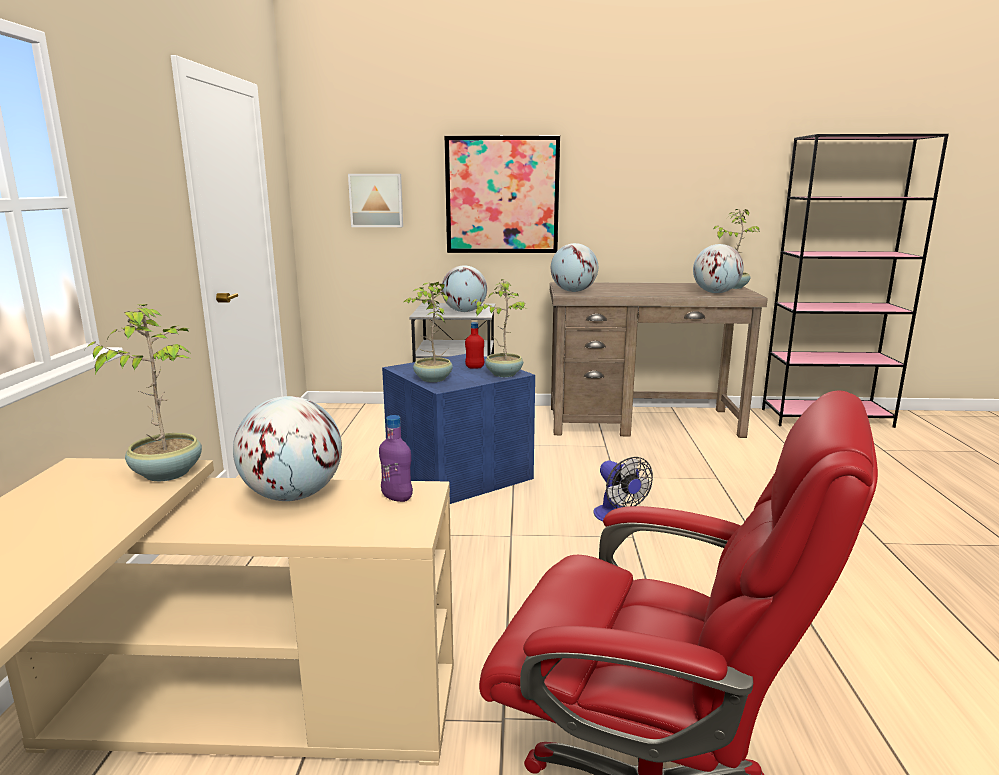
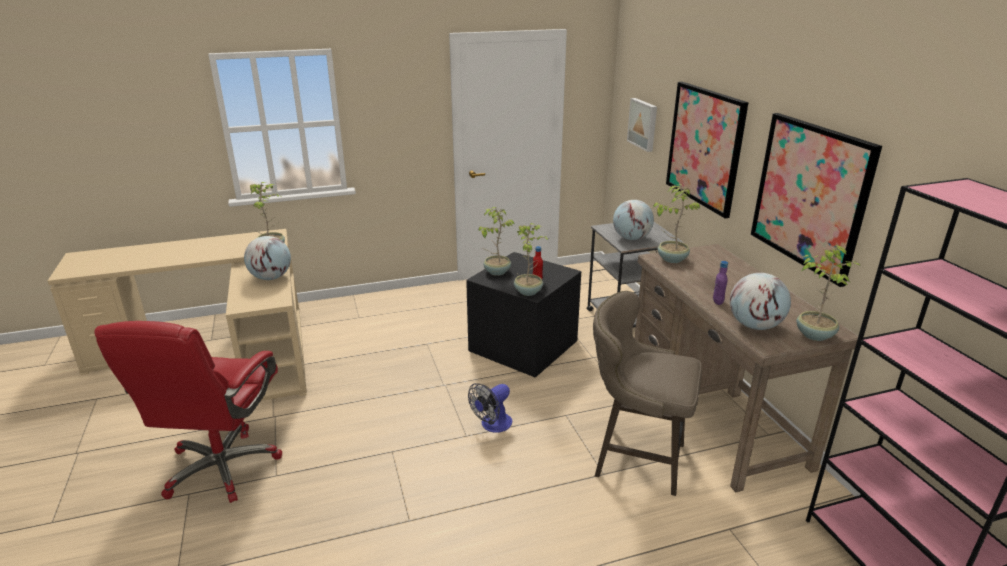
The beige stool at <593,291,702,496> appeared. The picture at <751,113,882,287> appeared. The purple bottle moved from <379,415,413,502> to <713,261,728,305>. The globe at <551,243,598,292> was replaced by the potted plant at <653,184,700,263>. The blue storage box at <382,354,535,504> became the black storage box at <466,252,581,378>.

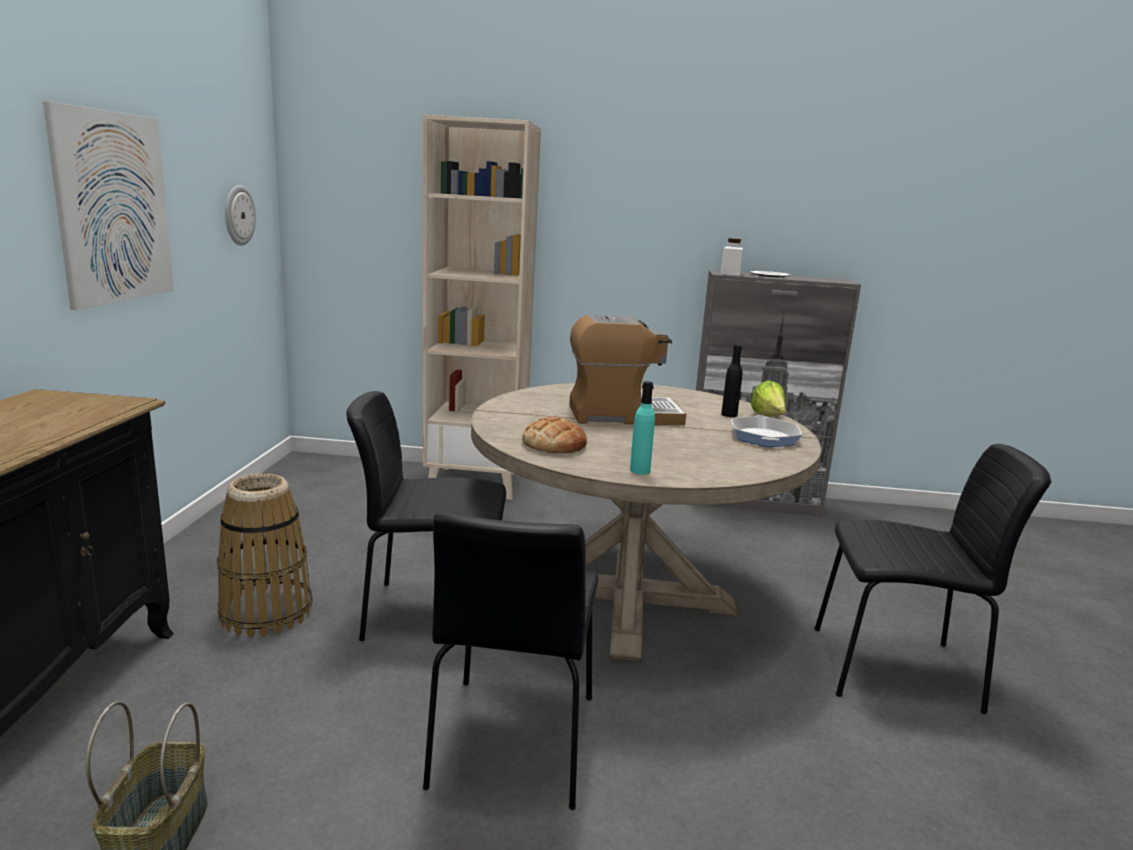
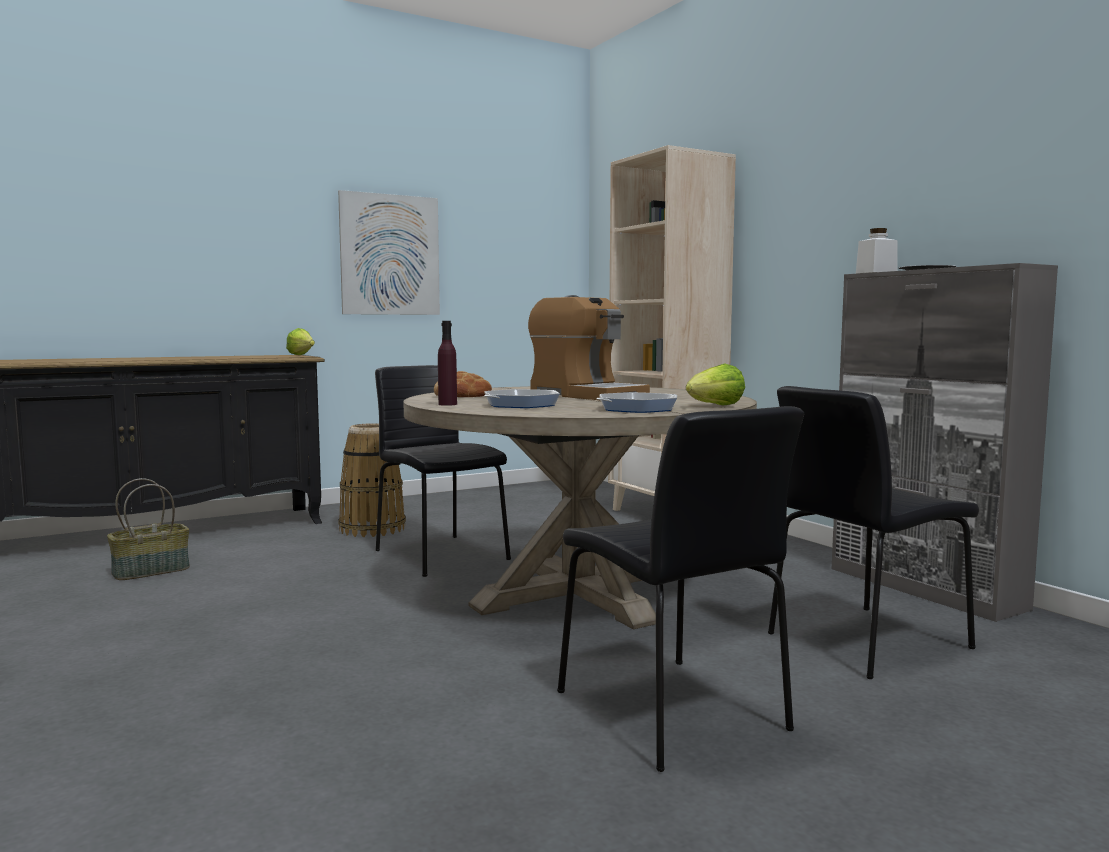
The wall clock at <225,185,256,246> disappeared. The black bottle at <721,344,742,417> disappeared. The lettuce at <286,328,315,355> appeared. The frying pan at <484,389,560,408> appeared. The black chair moved from <423,511,598,810> to <768,386,979,679>. The turquoise bottle at <630,381,655,475> became the purple bottle at <438,321,457,406>.

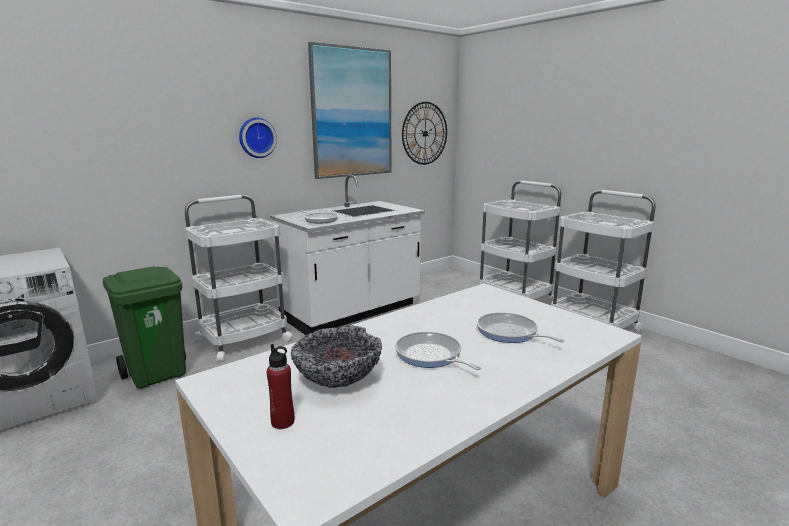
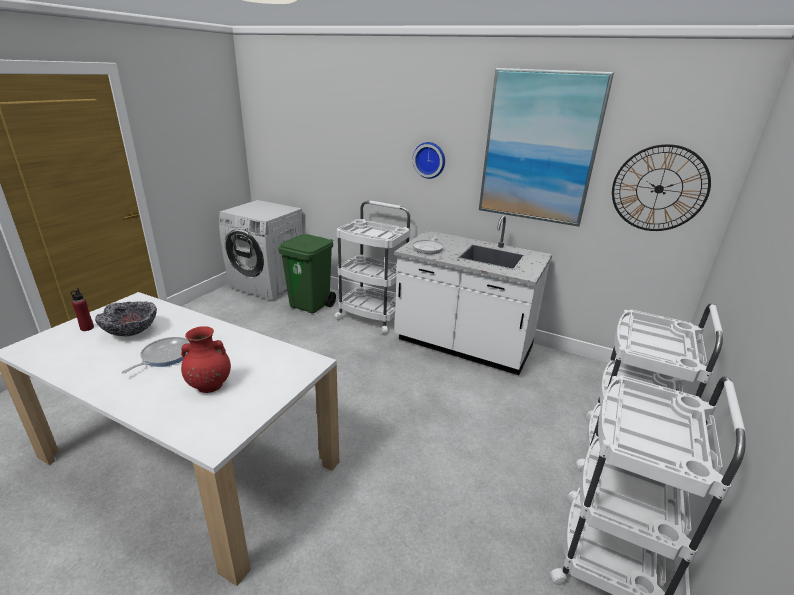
The frying pan at <477,312,565,343> was replaced by the red vase at <181,326,231,393>.

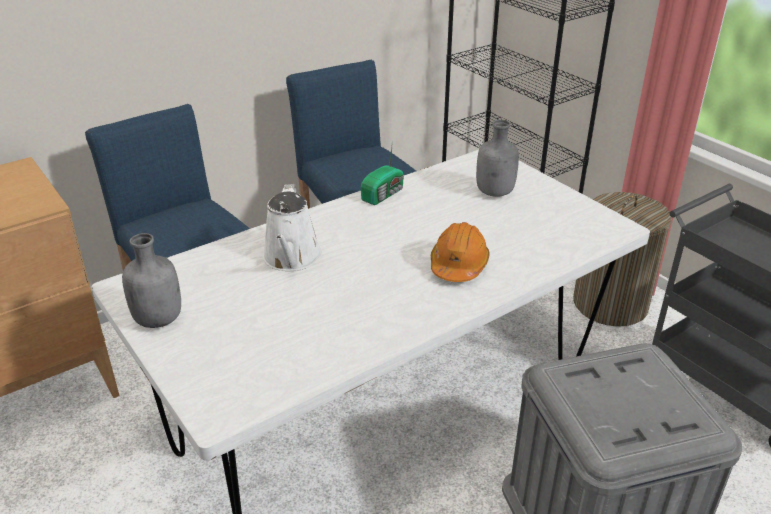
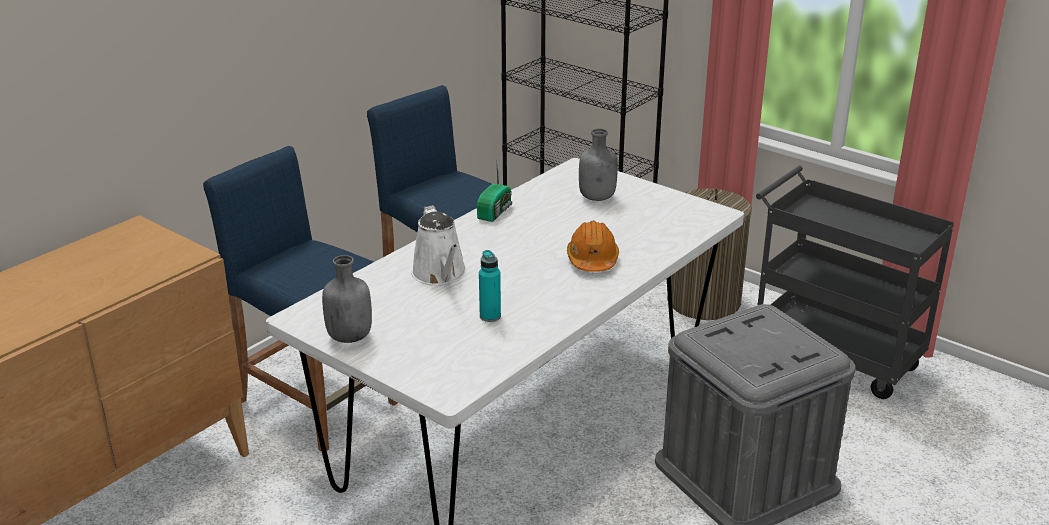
The turquoise bottle at <479,250,501,322> appeared.

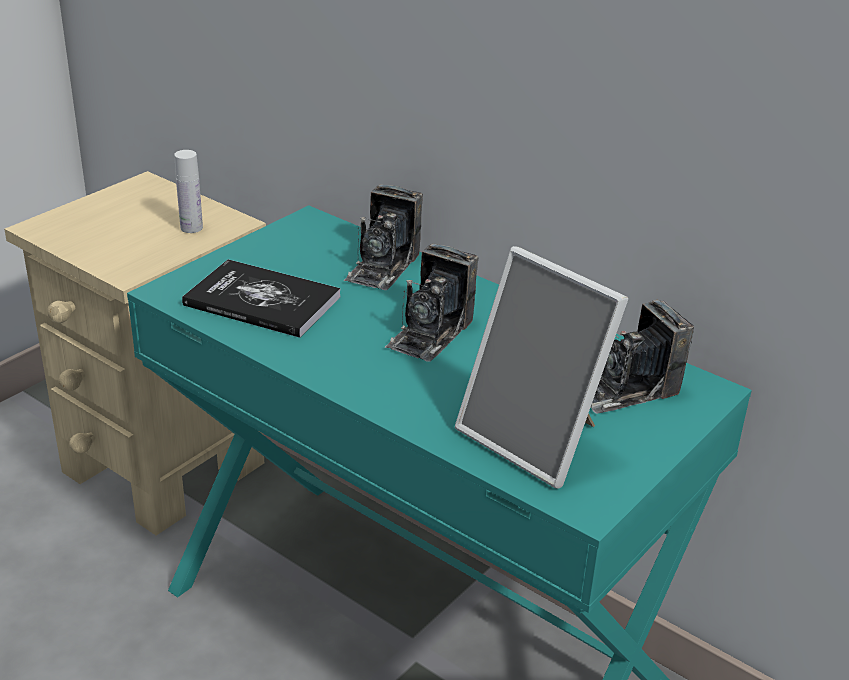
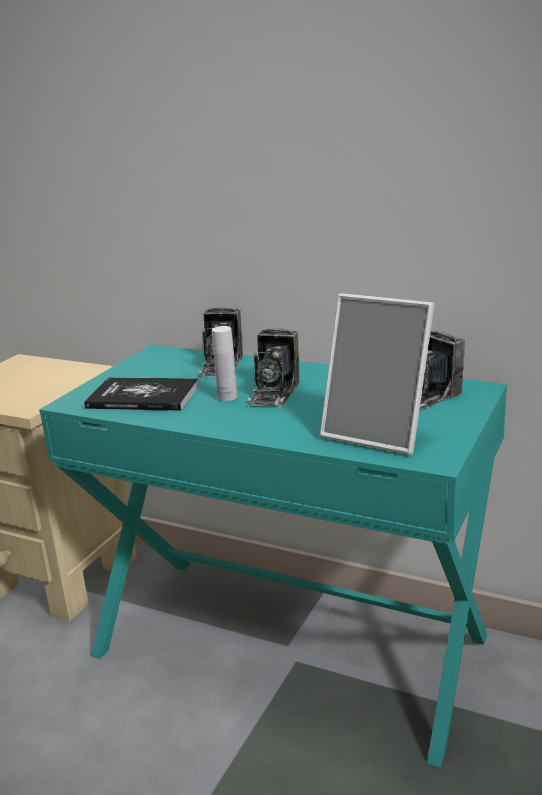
The white bottle moved from <174,150,203,233> to <212,326,238,401>.

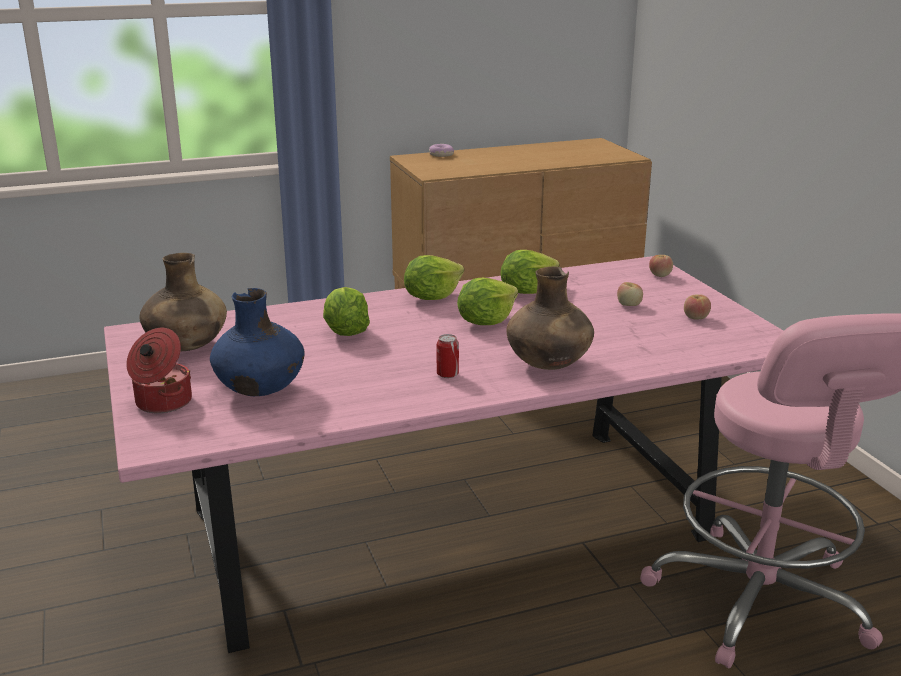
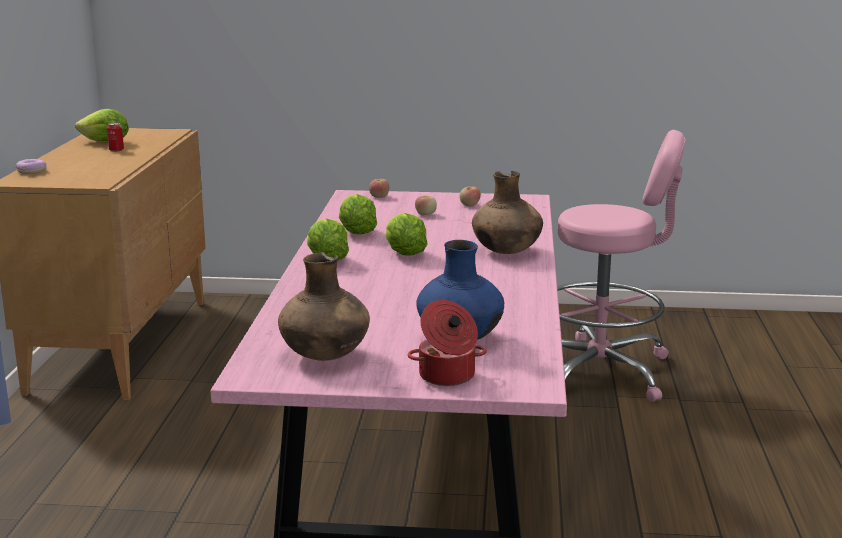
The lettuce moved from <323,287,370,336> to <75,109,129,143>. The can moved from <437,334,459,378> to <107,123,124,152>.

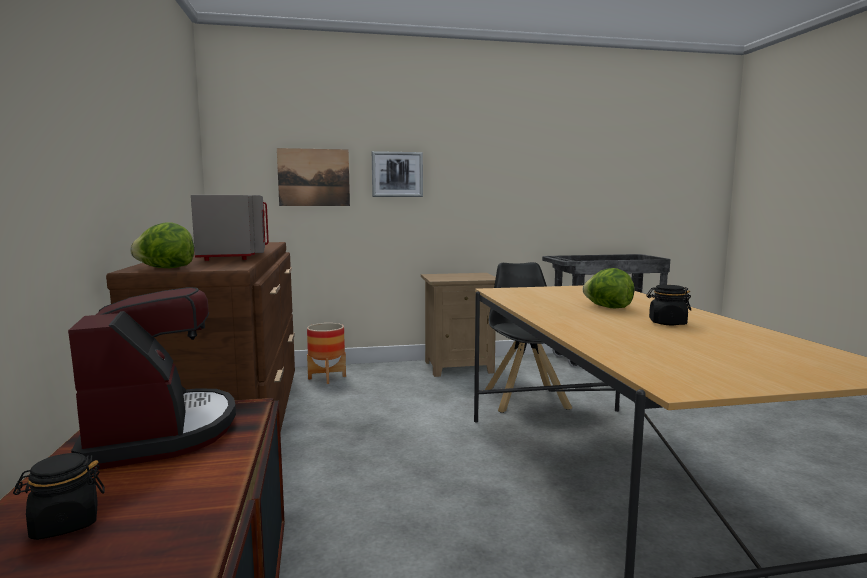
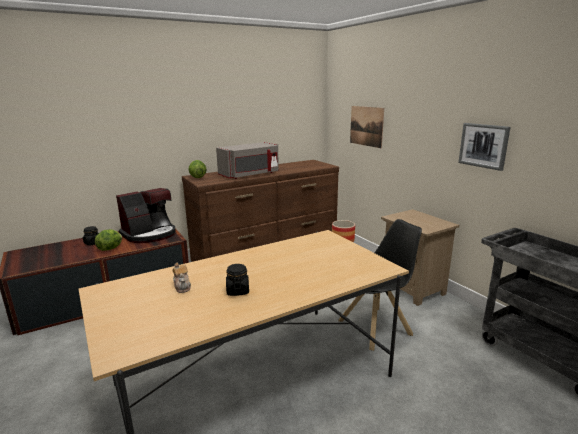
The teapot at <172,263,191,293> appeared. The picture moved from <372,151,423,197> to <458,123,511,171>. The lettuce moved from <583,268,634,308> to <95,229,122,251>.

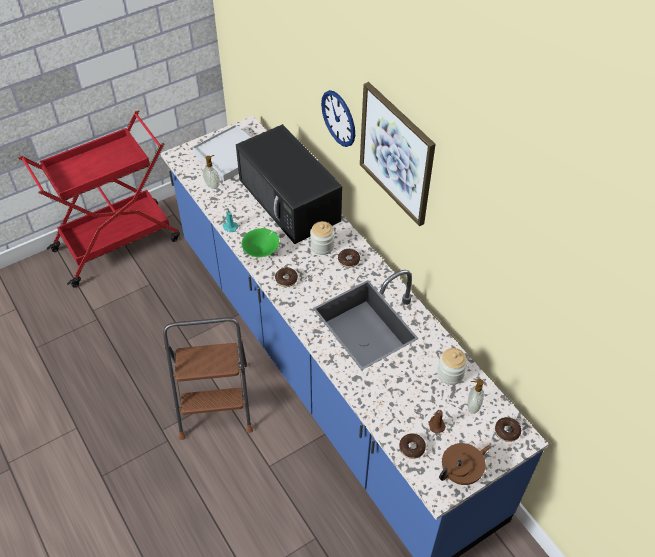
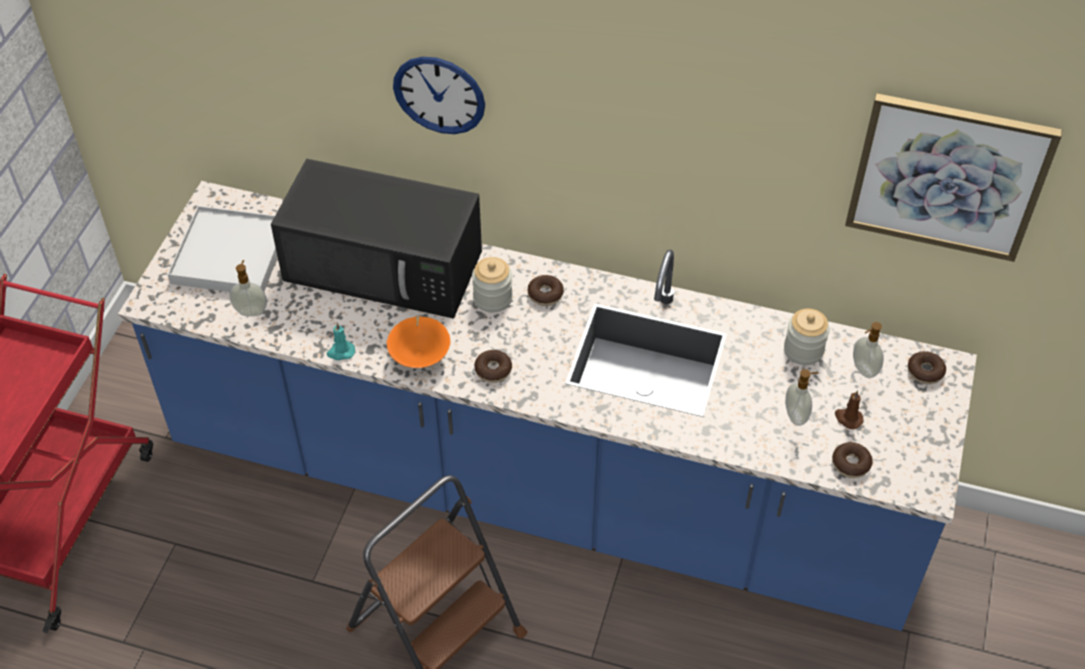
The brown teapot at <439,443,490,485> disappeared. The soap dispenser at <785,369,818,426> appeared. The picture moved from <360,82,436,226> to <845,93,1062,262>. The green bowl at <242,228,279,257> became the orange bowl at <387,316,450,368>.

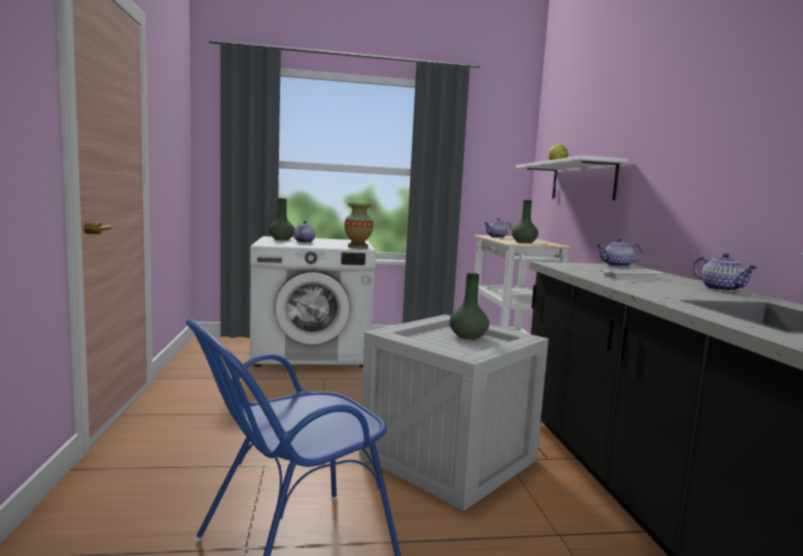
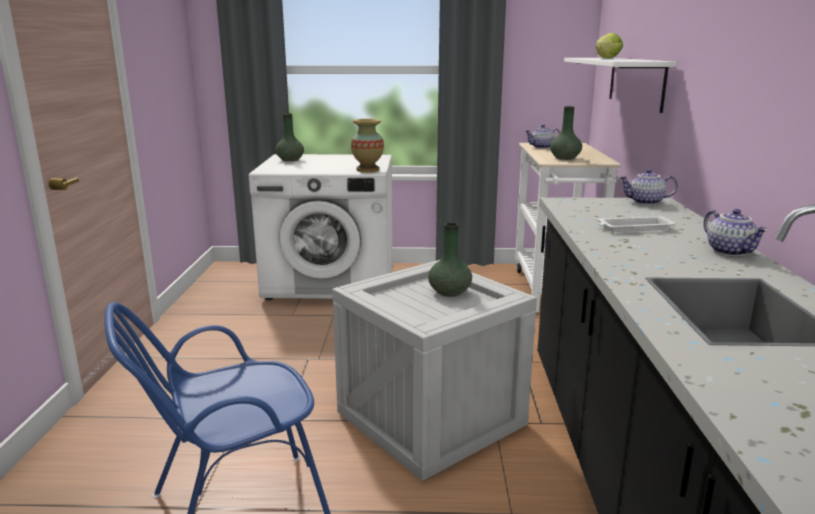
The teapot at <294,221,315,243> disappeared.

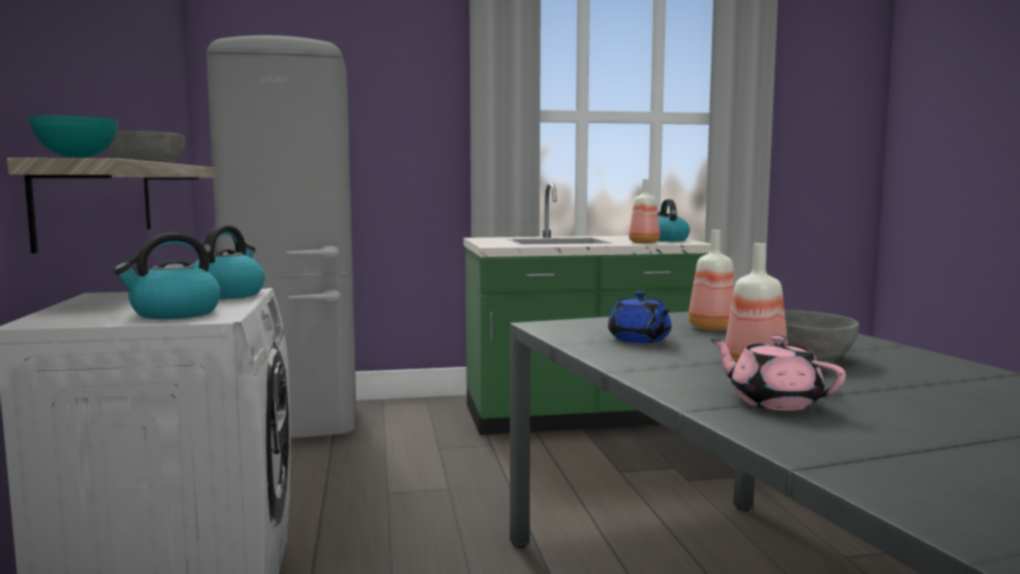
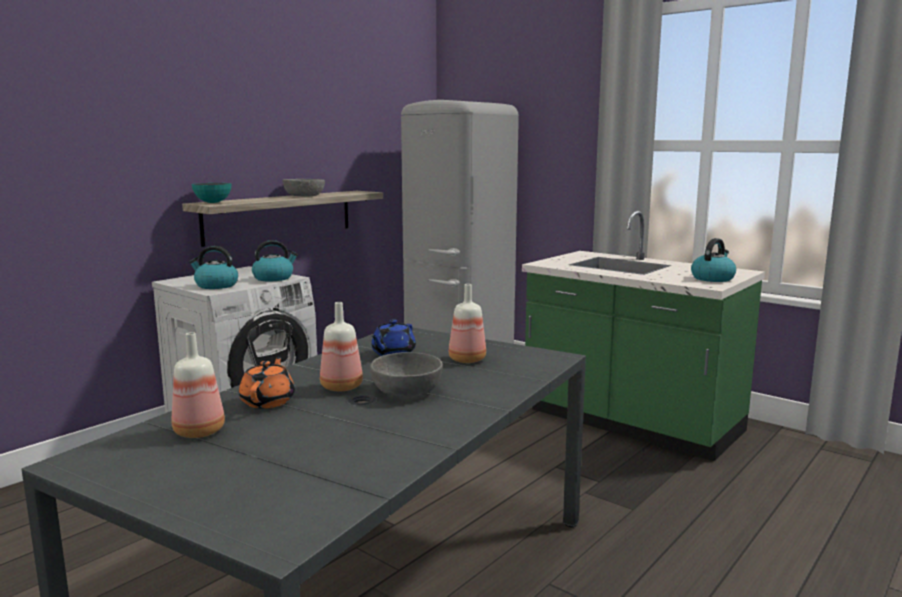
The bottle moved from <629,179,660,243> to <172,332,225,438>. The pink teapot at <711,335,846,411> became the orange teapot at <239,356,295,409>.

